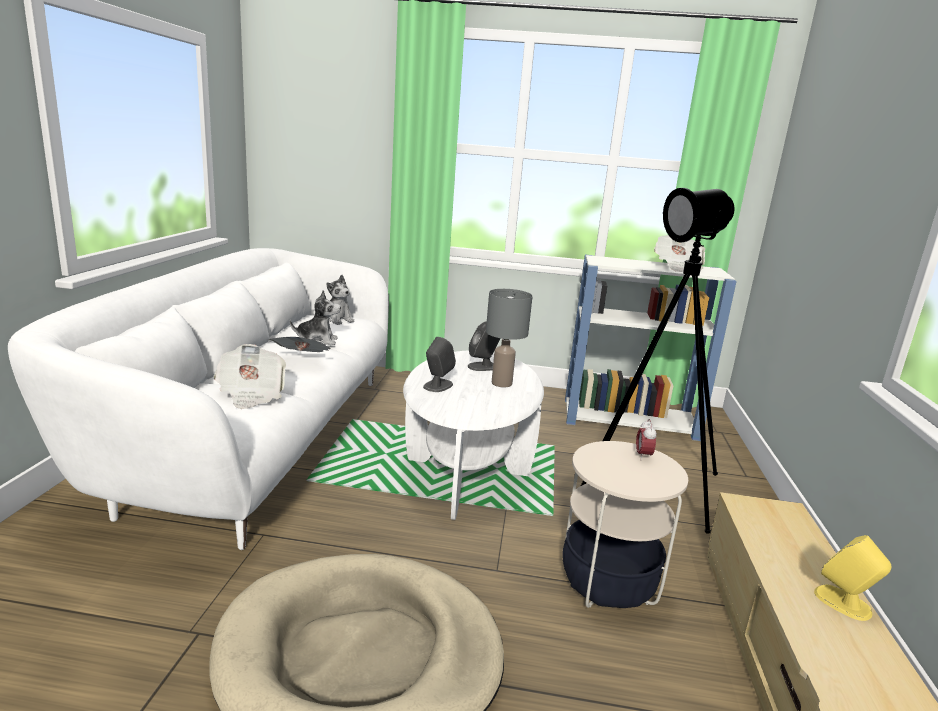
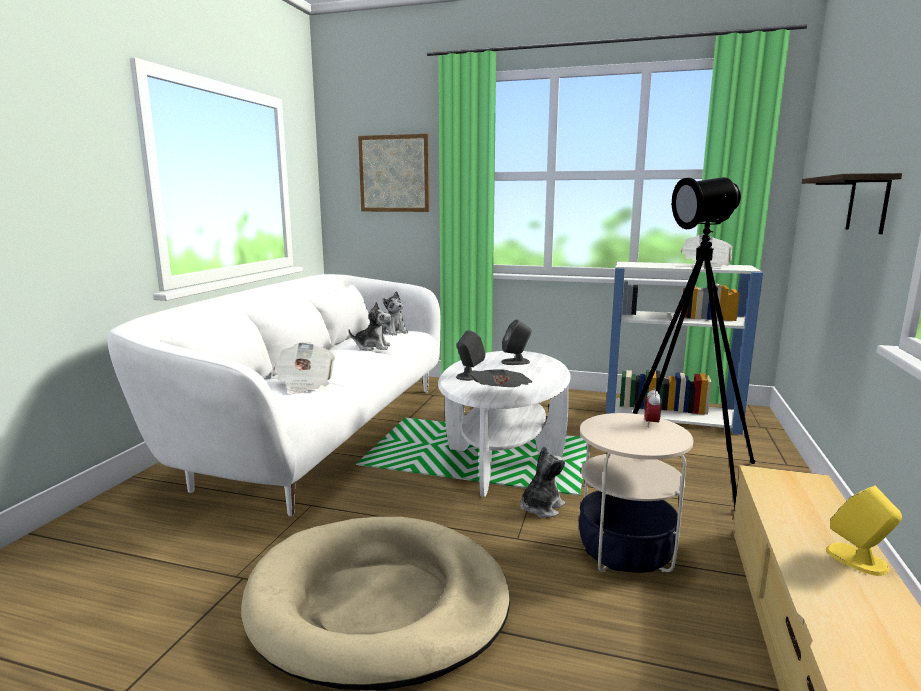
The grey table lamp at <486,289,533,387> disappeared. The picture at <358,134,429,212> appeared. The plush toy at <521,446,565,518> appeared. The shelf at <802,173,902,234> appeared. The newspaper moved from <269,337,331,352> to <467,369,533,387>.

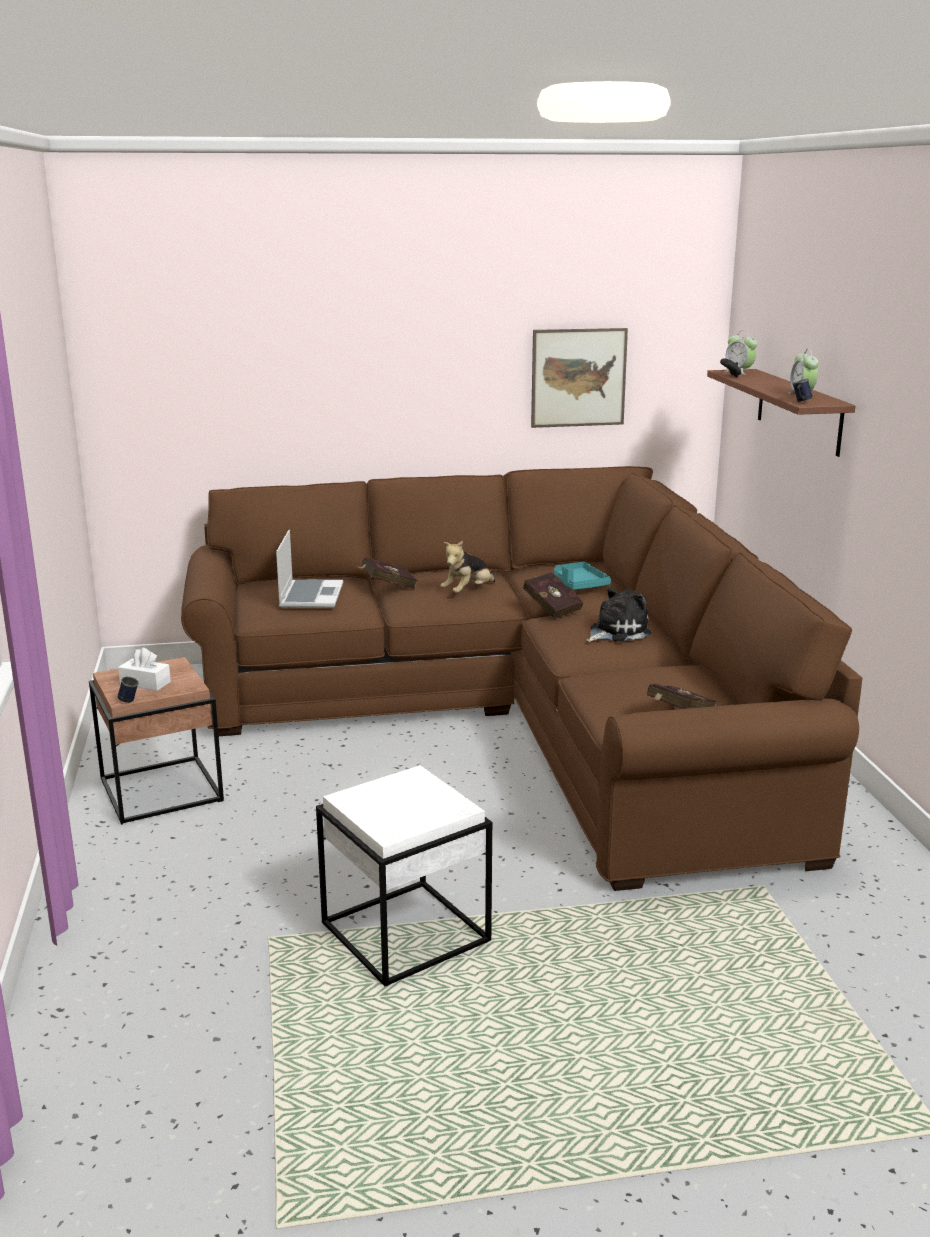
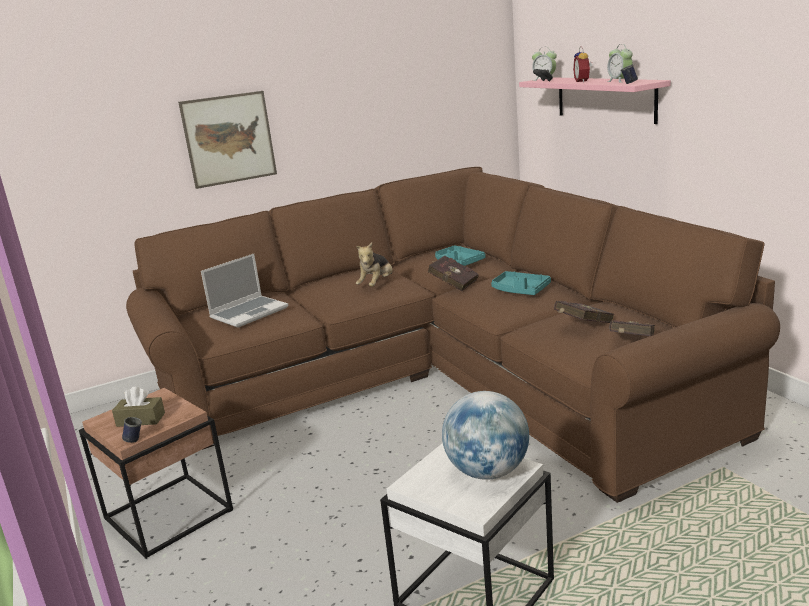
The globe at <442,391,529,480> appeared. The alarm clock at <573,46,592,82> appeared. The red book moved from <357,557,418,589> to <554,301,614,323>. The picture moved from <531,328,628,428> to <178,91,277,189>. The plush toy at <587,587,652,642> was replaced by the turquoise tray at <491,271,551,295>. The white tissue box at <118,647,171,691> became the brown tissue box at <112,387,165,427>. The brown shelf at <707,369,855,457> became the pink shelf at <519,77,671,124>. The laptop at <276,530,343,608> turned 60 degrees clockwise.

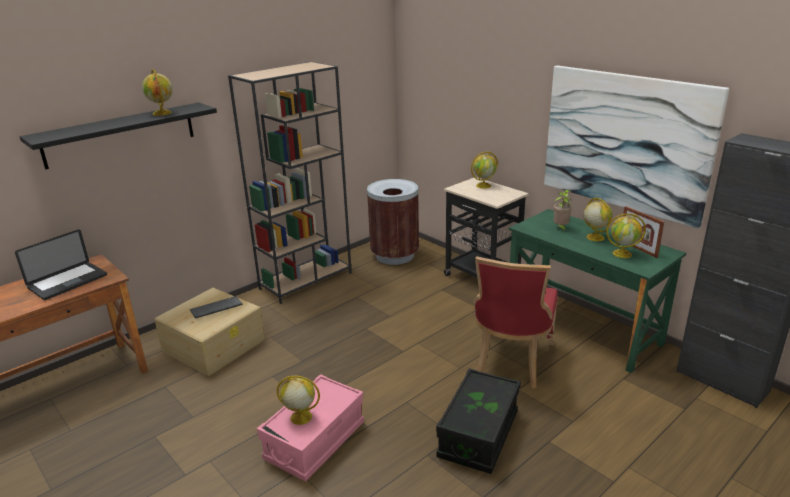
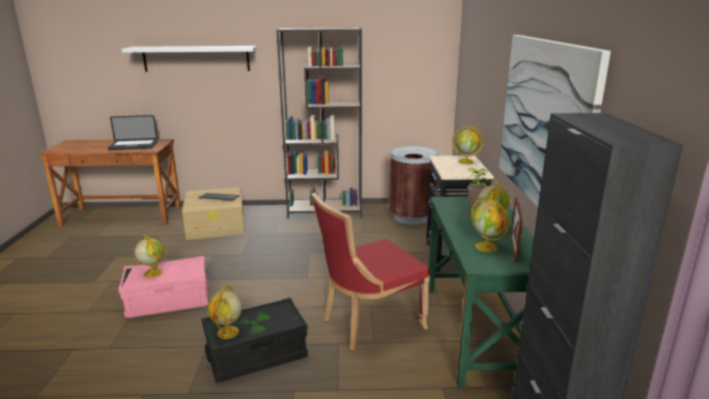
The globe moved from <142,69,173,116> to <208,286,242,339>. The black shelf at <19,103,217,169> became the white shelf at <121,46,257,72>.

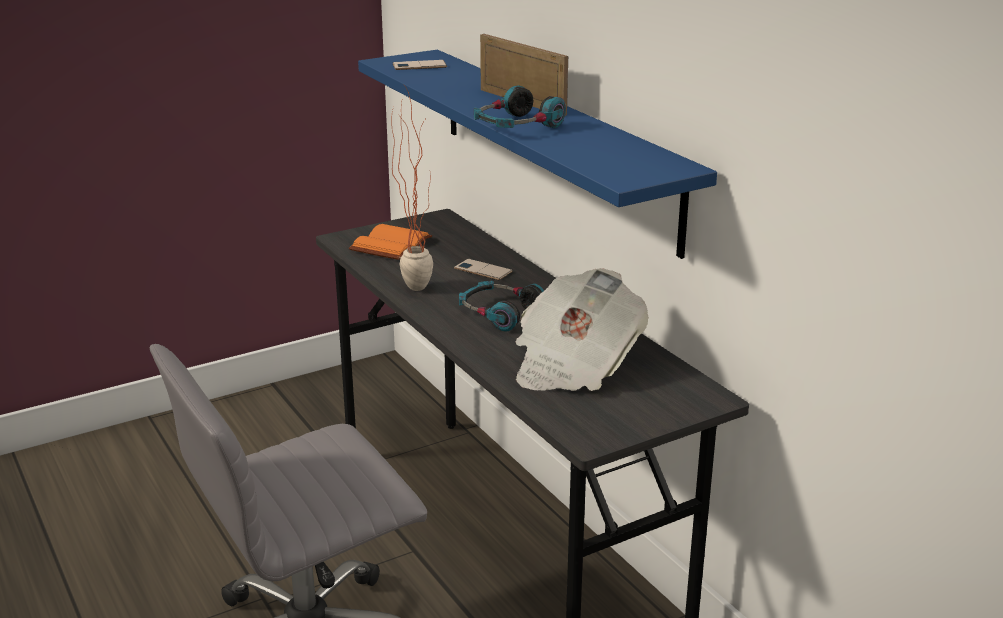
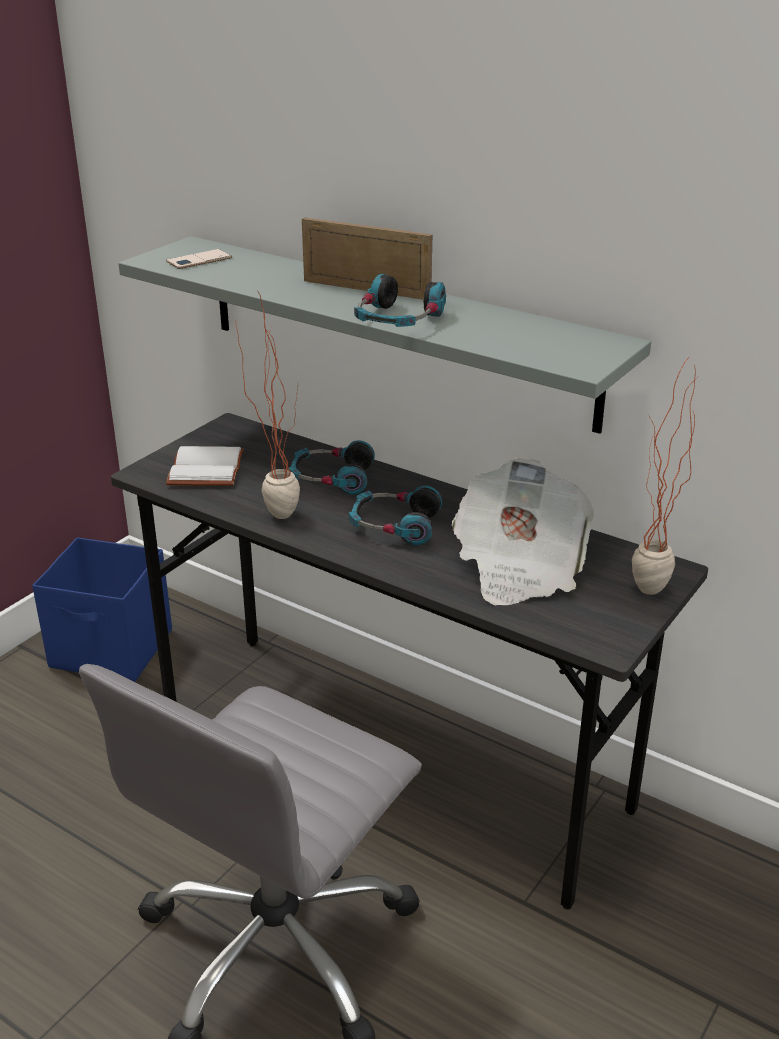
The blue storage box at <32,537,172,682> appeared. The potted plant at <632,356,698,595> appeared. The phone at <454,259,512,280> was replaced by the headphones at <288,440,375,495>. The orange book at <349,224,432,260> became the white book at <166,446,244,486>. The blue shelf at <358,50,717,259> became the grey shelf at <118,236,651,434>.

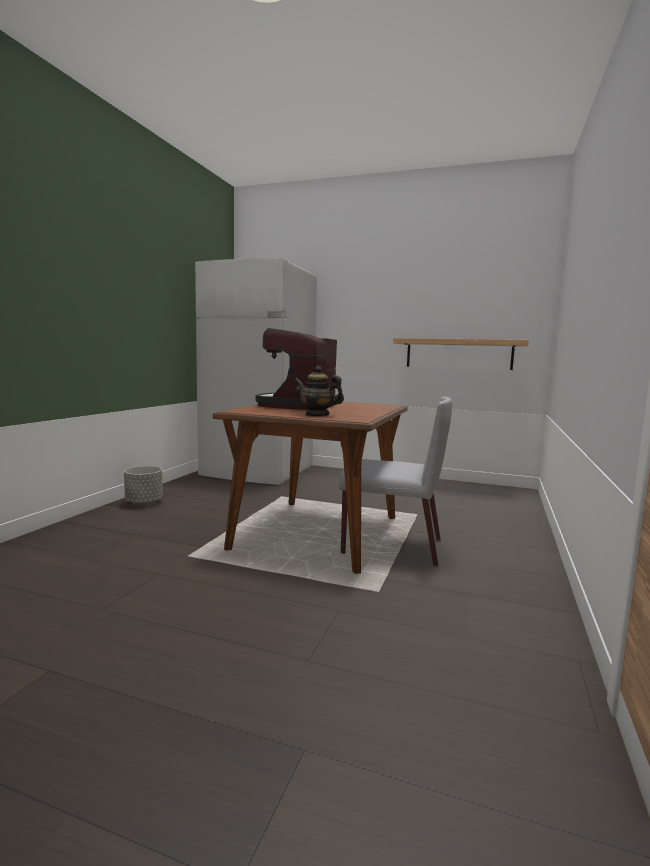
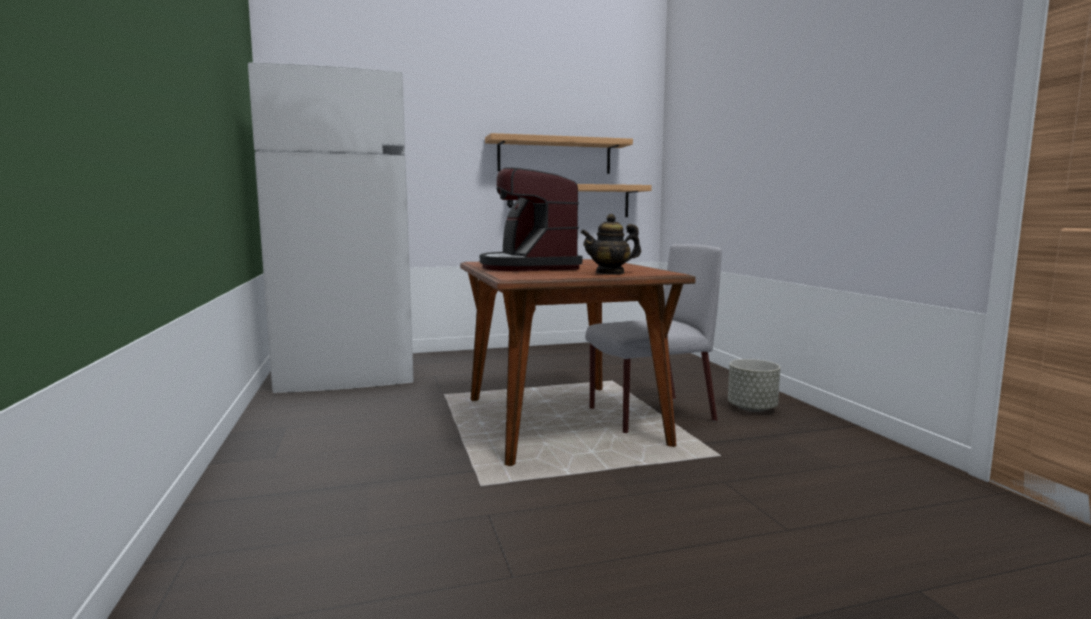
The shelf at <485,133,633,174> appeared. The grey planter moved from <124,466,163,505> to <728,359,780,412>.

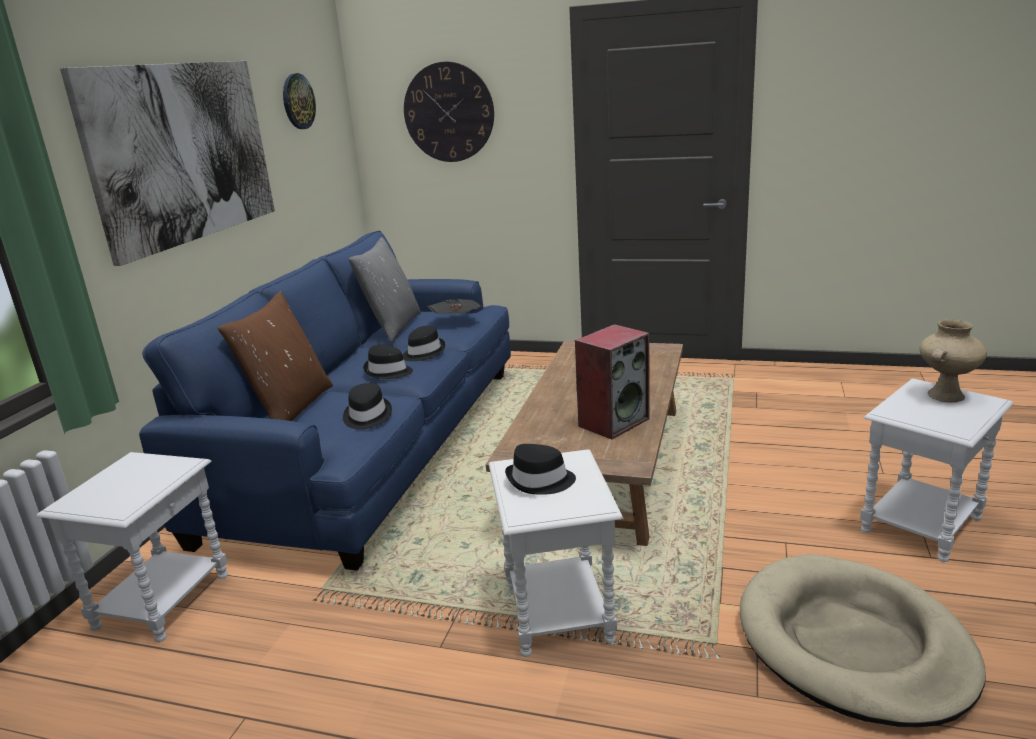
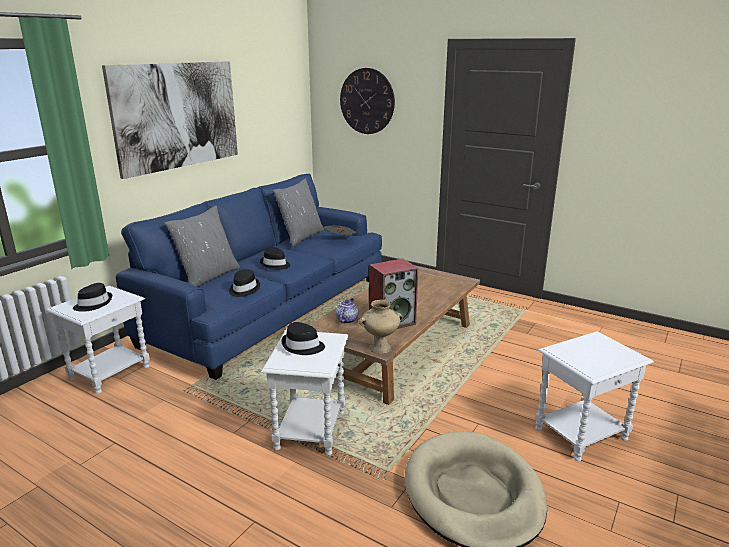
The wall clock at <283,73,316,129> disappeared. The teapot at <335,298,358,324> appeared. The black hat moved from <403,326,445,361> to <73,283,112,312>. The beige vase moved from <919,319,987,403> to <359,300,403,354>. The brown pillow at <218,292,333,421> became the grey pillow at <164,206,240,287>.

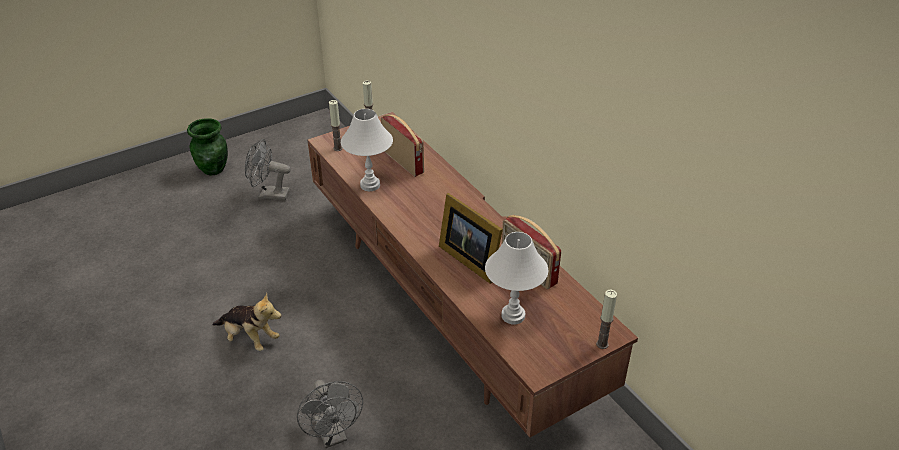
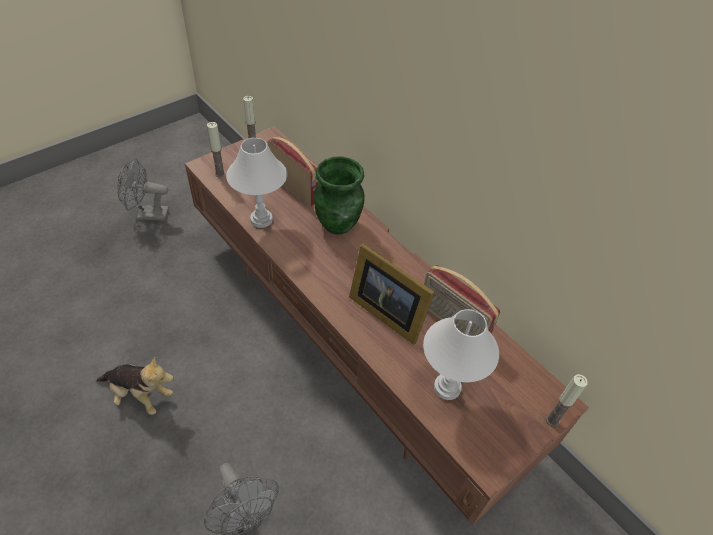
The green vase moved from <187,118,228,175> to <314,156,365,235>.

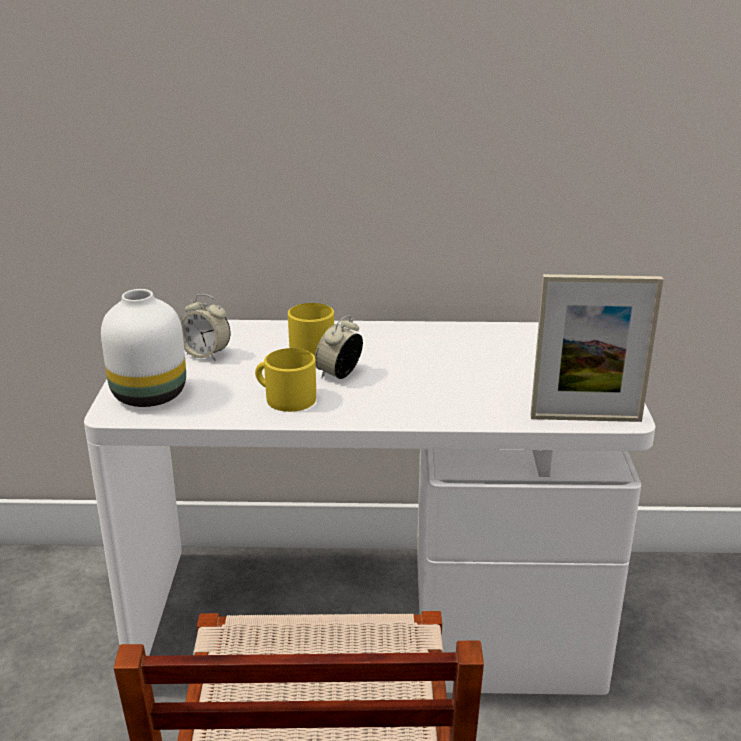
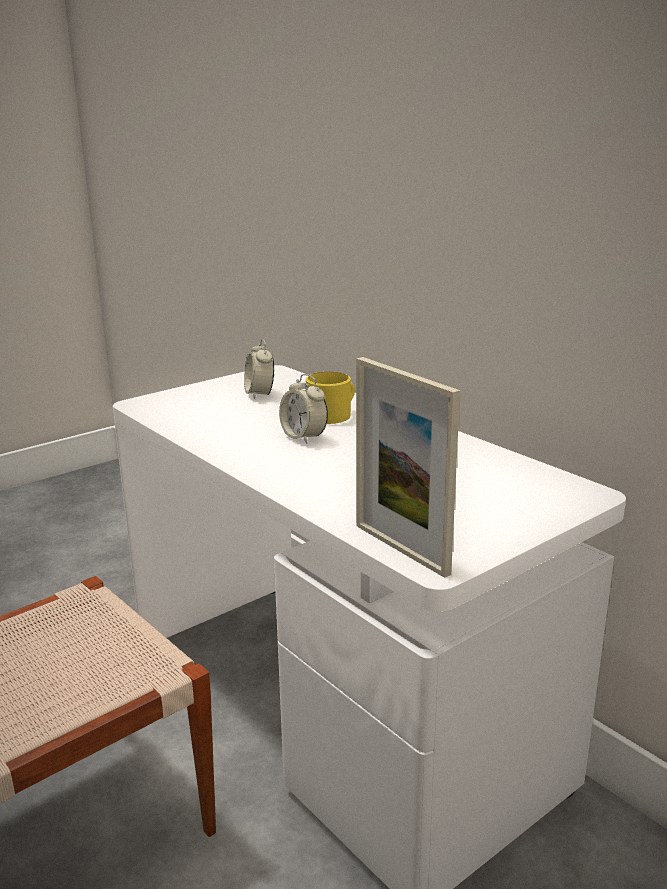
The white vase at <101,289,186,407> disappeared. The yellow mug at <255,348,316,412> disappeared. The alarm clock at <315,315,363,379> turned 120 degrees counterclockwise.

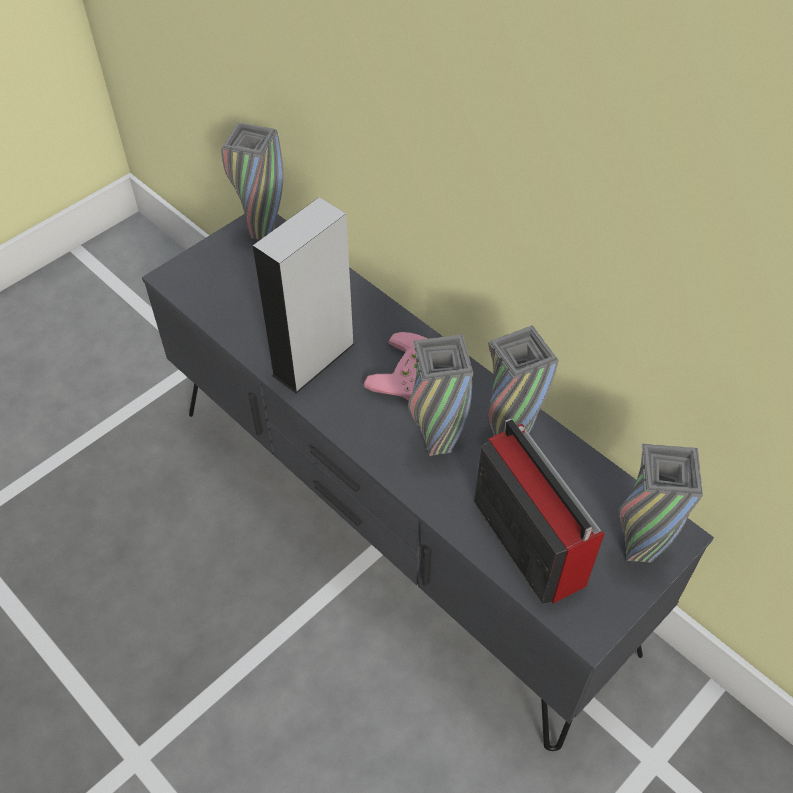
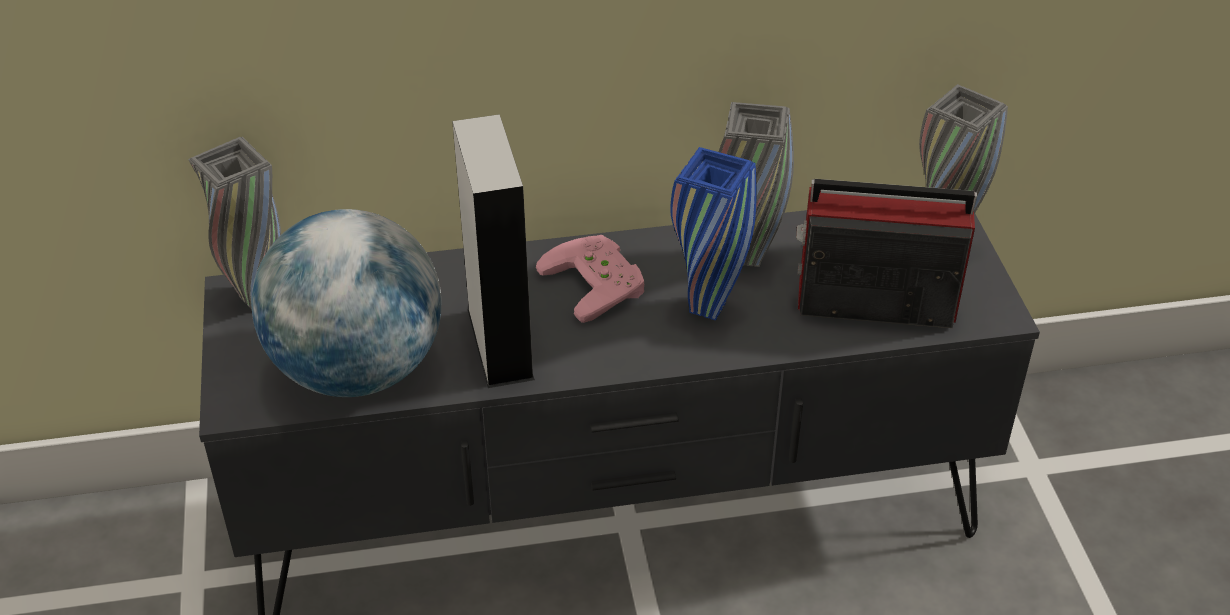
The globe at <251,209,442,397> appeared. The grey vase at <408,334,473,456> became the blue vase at <671,147,757,321>.

